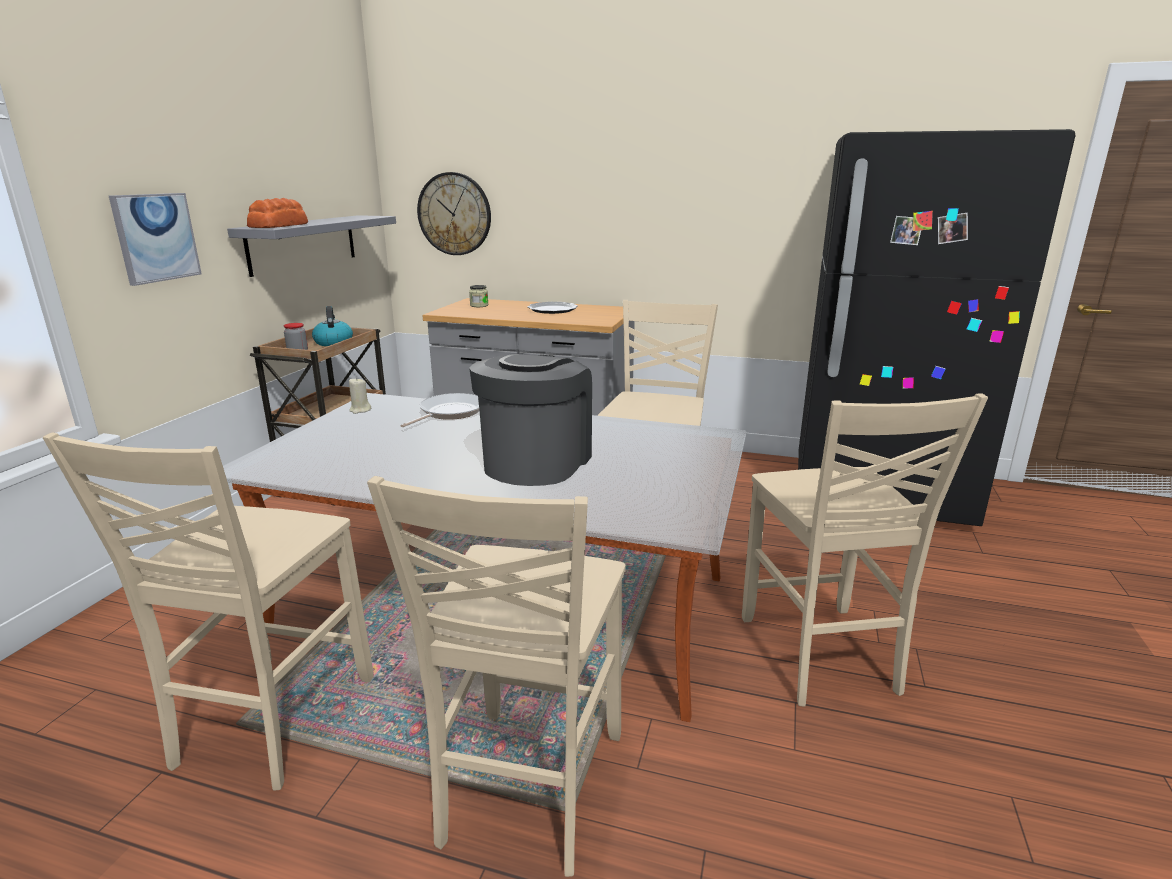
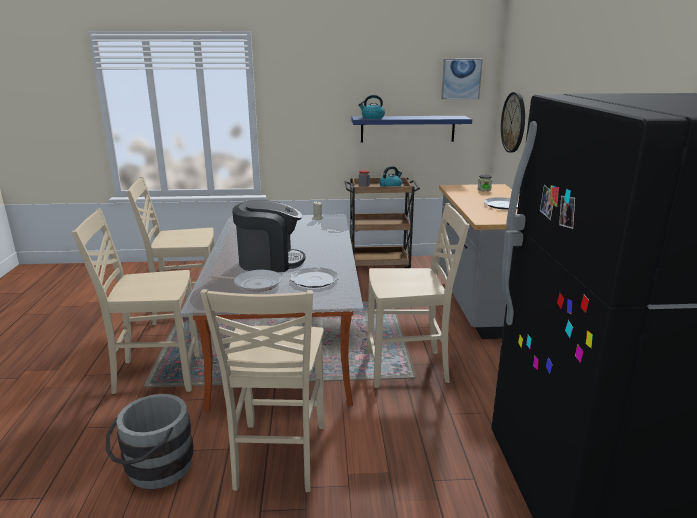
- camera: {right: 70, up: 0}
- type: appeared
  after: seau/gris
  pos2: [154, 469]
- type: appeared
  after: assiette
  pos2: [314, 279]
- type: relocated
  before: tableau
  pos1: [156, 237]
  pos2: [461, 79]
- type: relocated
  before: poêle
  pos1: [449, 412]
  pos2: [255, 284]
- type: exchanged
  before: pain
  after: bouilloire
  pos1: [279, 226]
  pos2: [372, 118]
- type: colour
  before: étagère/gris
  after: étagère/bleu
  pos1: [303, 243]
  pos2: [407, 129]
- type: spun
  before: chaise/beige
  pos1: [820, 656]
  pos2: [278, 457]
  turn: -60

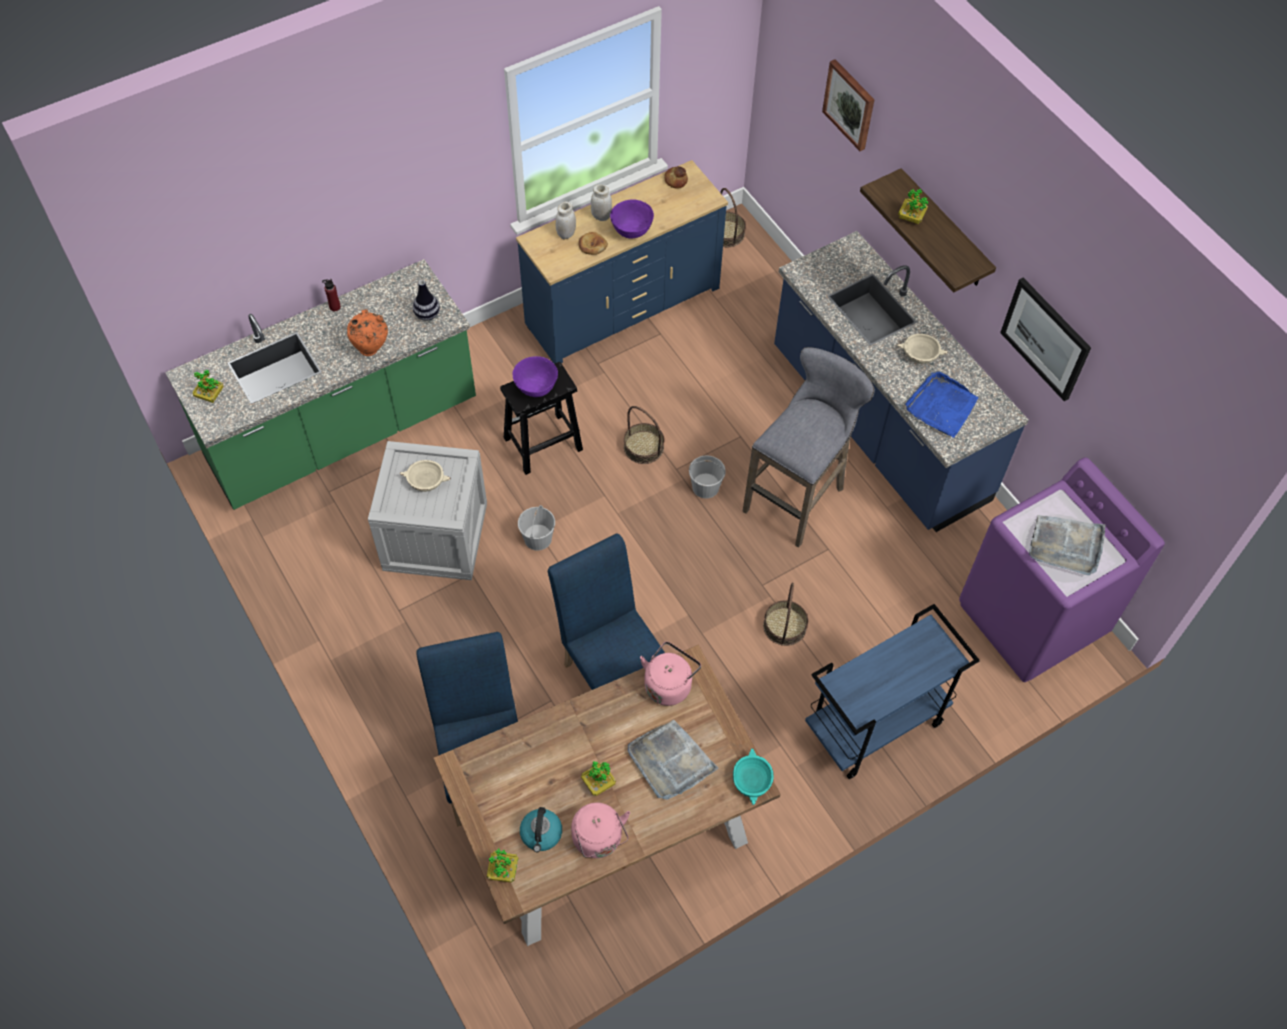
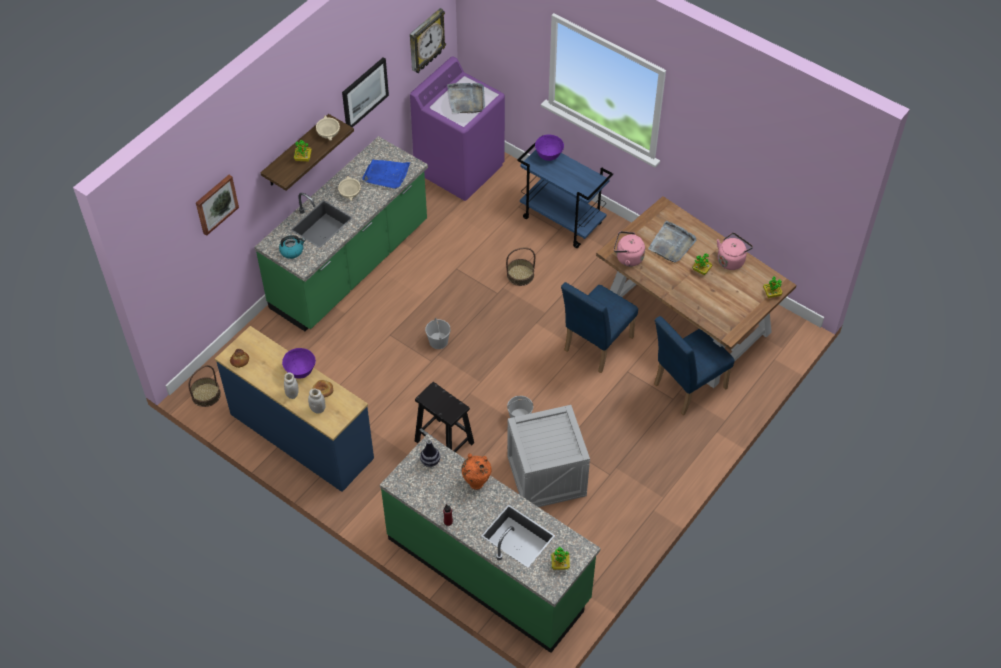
- camera: {right: -110, up: -5}
- type: missing
  before: panier
  pos1: [643, 447]
- type: missing
  before: bol/turquoise
  pos1: [752, 781]
- type: missing
  before: tabouret/gris
  pos1: [797, 497]
- type: appeared
  after: horloge murale
  pos2: [425, 41]
- type: relocated
  before: bol/beige
  pos1: [425, 481]
  pos2: [328, 132]
- type: relocated
  before: bol/violet
  pos1: [536, 388]
  pos2: [548, 156]
- type: relocated
  before: bouilloire
  pos1: [541, 834]
  pos2: [292, 251]
- type: colour
  before: comptoir de cuisine/bleu
  after: comptoir de cuisine/vert
  pos1: [877, 426]
  pos2: [350, 266]

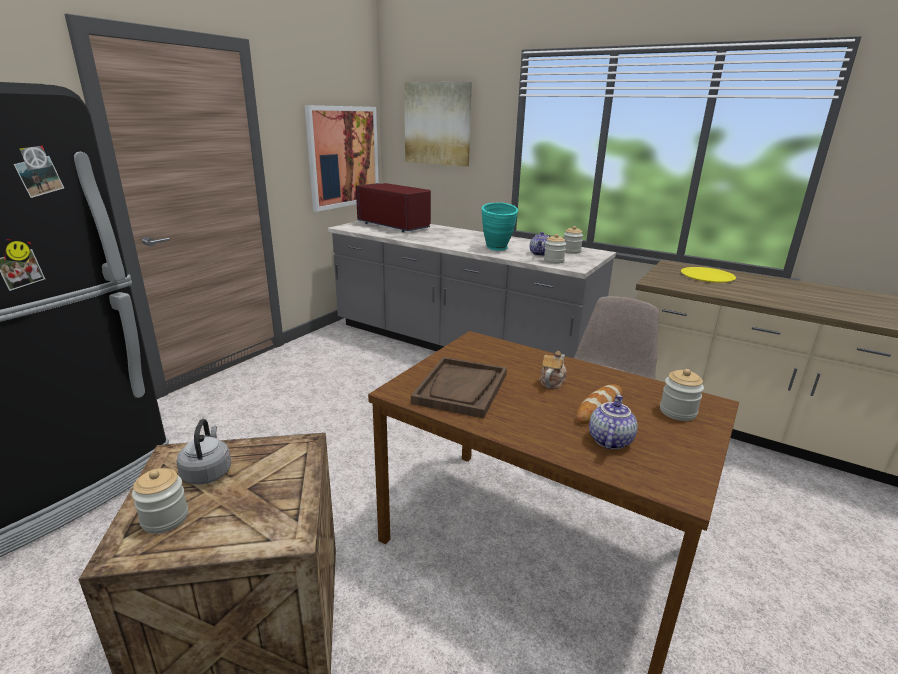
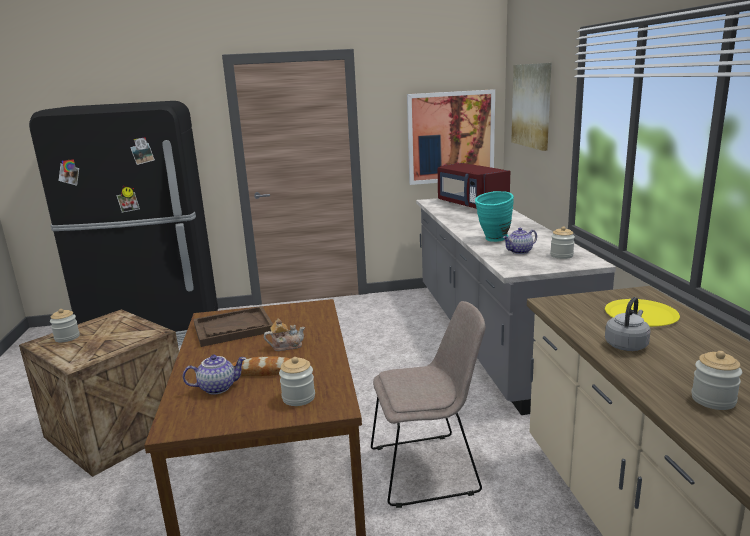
- camera: {right: 50, up: -5}
- type: relocated
  before: bouilloire/gris
  pos1: [208, 472]
  pos2: [627, 345]
- type: relocated
  before: bocal
  pos1: [553, 261]
  pos2: [713, 400]
- type: spun
  before: micro-ondes/rouge
  pos1: [395, 226]
  pos2: [470, 205]
  turn: 150

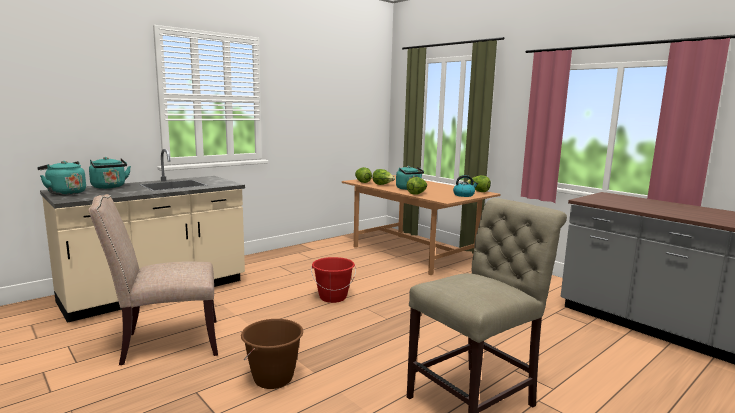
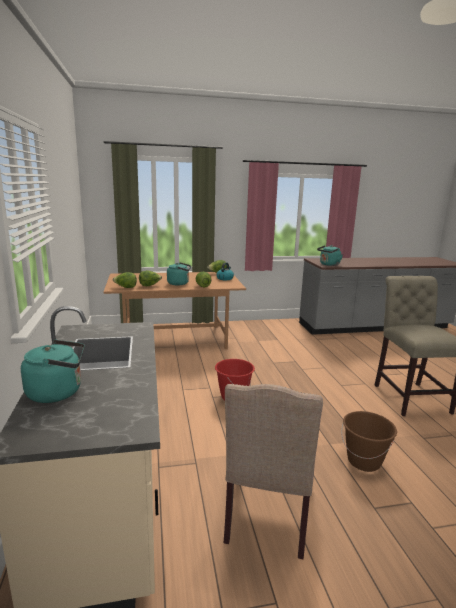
- camera: {right: -60, up: 5}
- type: relocated
  before: bouilloire/turquoise
  pos1: [65, 193]
  pos2: [329, 265]

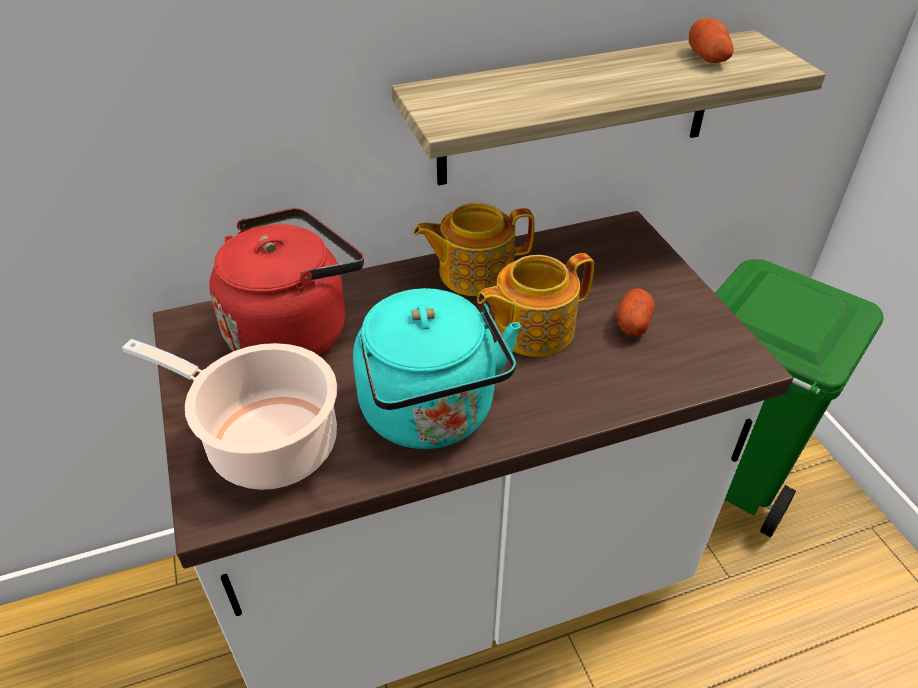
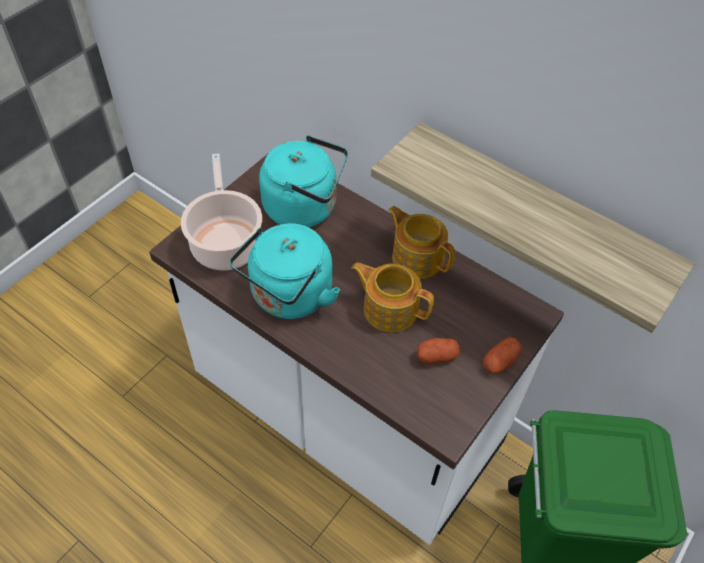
- camera: {right: 55, up: 10}
- type: relocated
  before: pomme de terre
  pos1: [707, 57]
  pos2: [500, 361]
- type: colour
  before: bouilloire/rouge
  after: bouilloire/turquoise
  pos1: [294, 331]
  pos2: [305, 207]

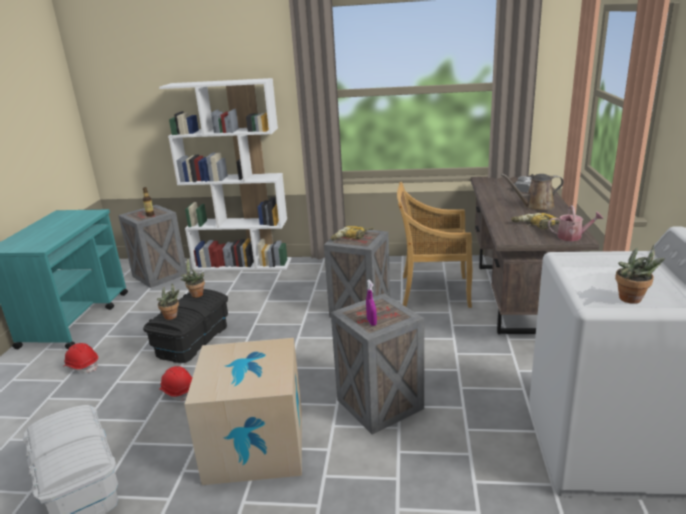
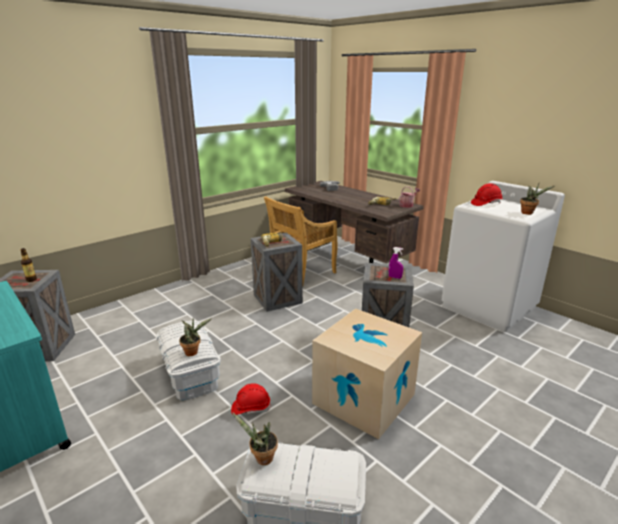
- camera: {right: -50, up: 0}
- type: missing
  before: bibliothèque/blanc
  pos1: [243, 264]
- type: missing
  before: arrosoir/marron
  pos1: [535, 207]
- type: relocated
  before: casque de chantier/rouge
  pos1: [82, 366]
  pos2: [485, 203]
- type: relocated
  before: plante en pot
  pos1: [196, 294]
  pos2: [261, 459]
- type: colour
  before: boîte de rangement/noir
  after: boîte de rangement/blanc
  pos1: [192, 340]
  pos2: [190, 373]

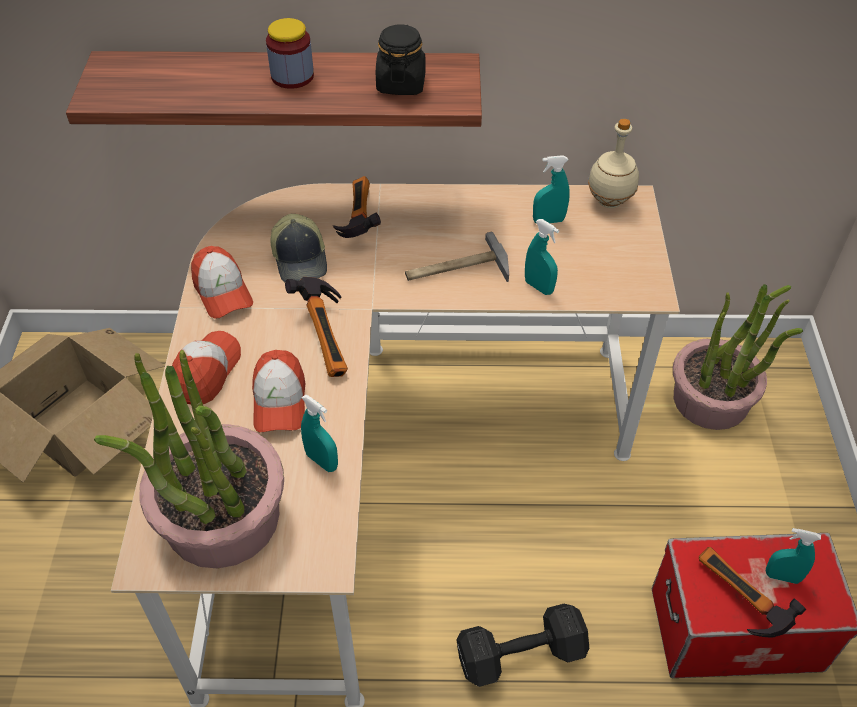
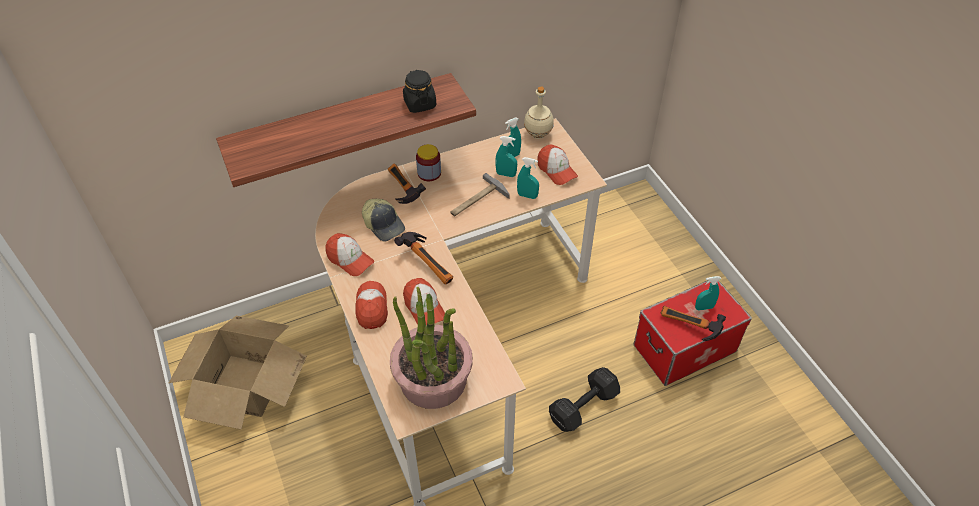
- camera: {right: -25, up: 0}
- type: missing
  before: plante en pot
  pos1: [711, 400]
- type: appeared
  after: casquette
  pos2: [556, 170]
- type: relocated
  before: bocal
  pos1: [292, 76]
  pos2: [429, 173]
- type: relocated
  before: vaporisateur/turquoise
  pos1: [322, 461]
  pos2: [506, 174]

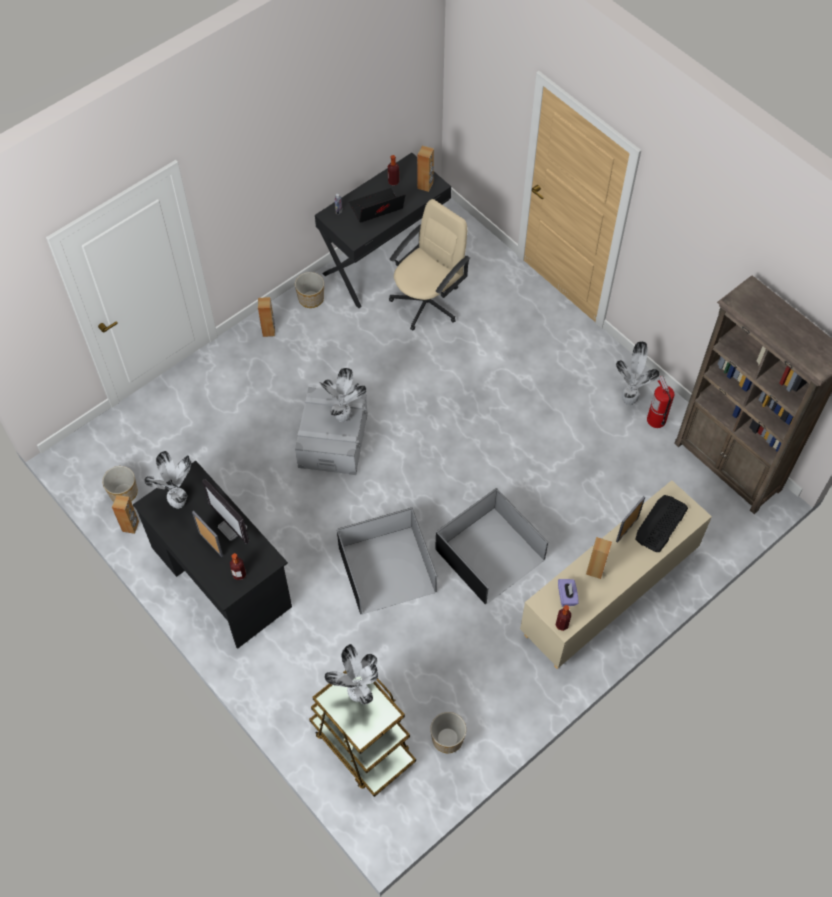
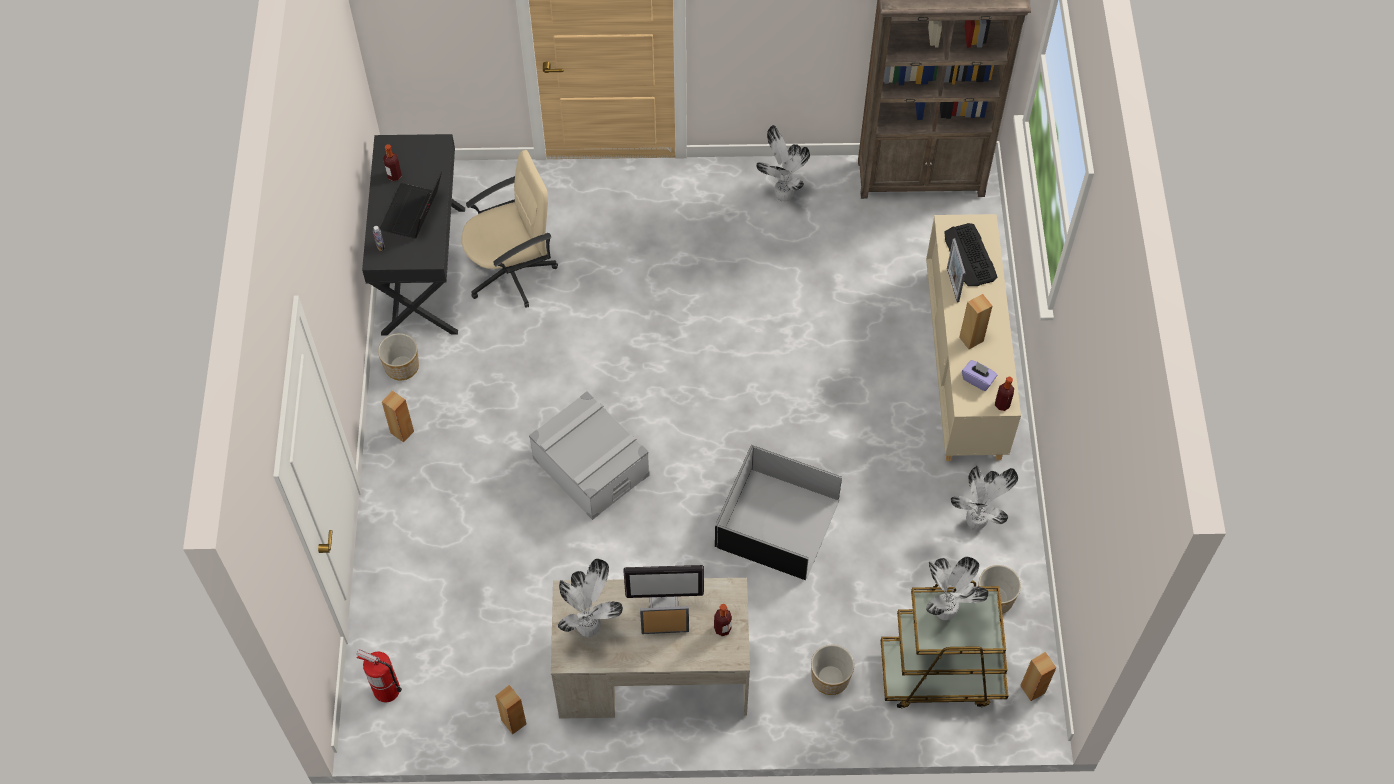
- camera: {right: -50, up: 0}
- type: missing
  before: boîte de rangement/noir
  pos1: [489, 555]
- type: relocated
  before: cache-pot
  pos1: [124, 492]
  pos2: [830, 677]
- type: relocated
  before: plante en pot
  pos1: [344, 418]
  pos2: [977, 523]
- type: relocated
  before: enceinte/marron
  pos1: [425, 185]
  pos2: [1032, 689]
- type: relocated
  before: extincteur
  pos1: [656, 419]
  pos2: [386, 690]
- type: colour
  before: bureau/noir
  after: bureau/beige
  pos1: [221, 577]
  pos2: [652, 675]
- type: spun
  before: chaise de bureau/beige
  pos1: [427, 302]
  pos2: [512, 271]
  turn: 75

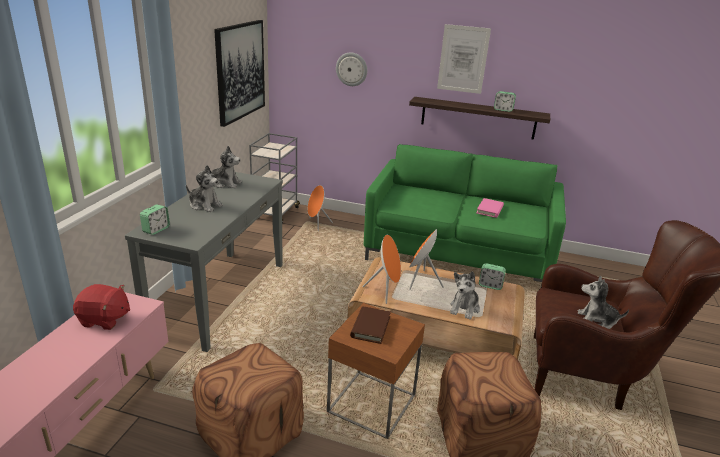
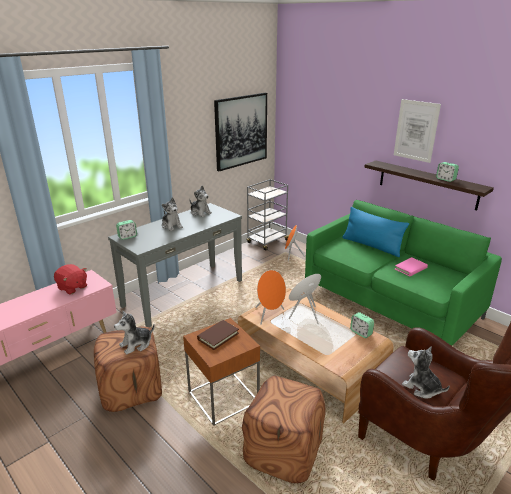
- camera: {right: 30, up: 0}
- type: missing
  before: horloge murale
  pos1: [351, 69]
- type: appeared
  after: coussin/bleu
  pos2: [371, 246]
- type: relocated
  before: peluche
  pos1: [464, 308]
  pos2: [136, 344]

